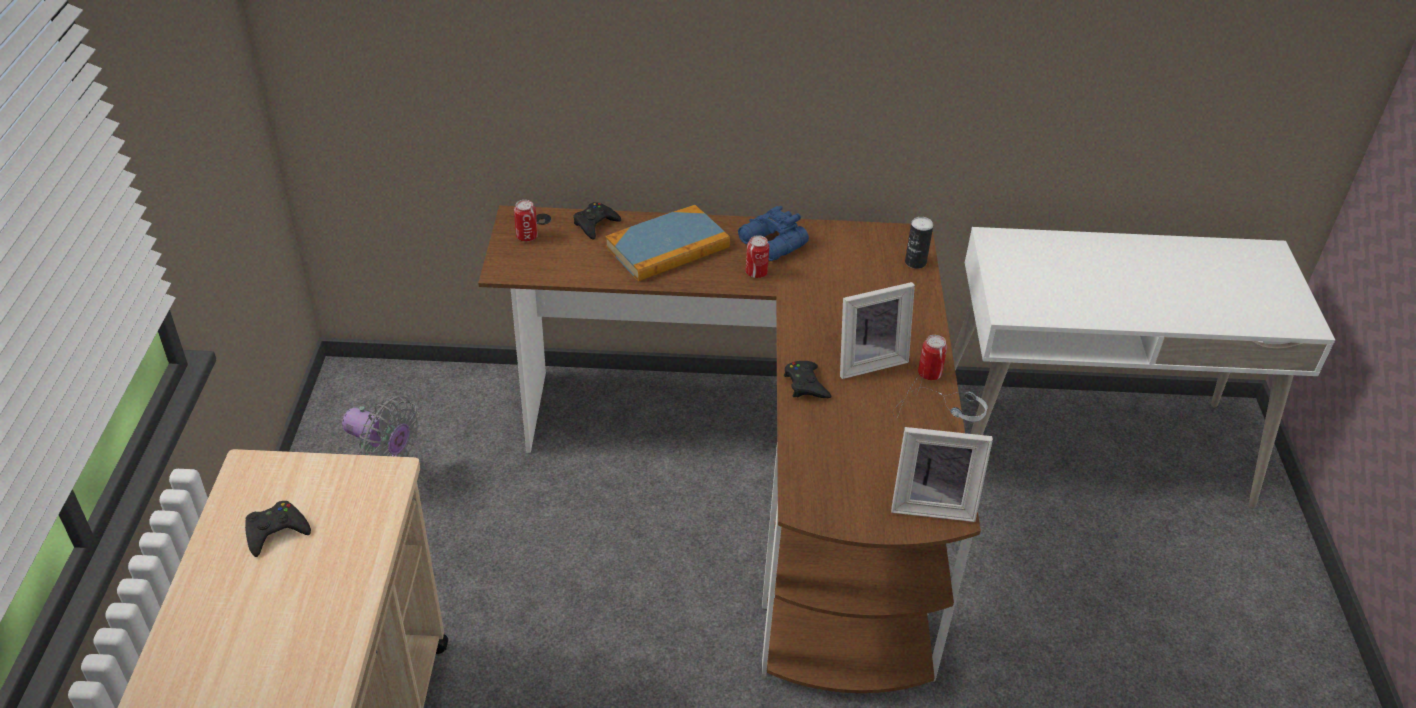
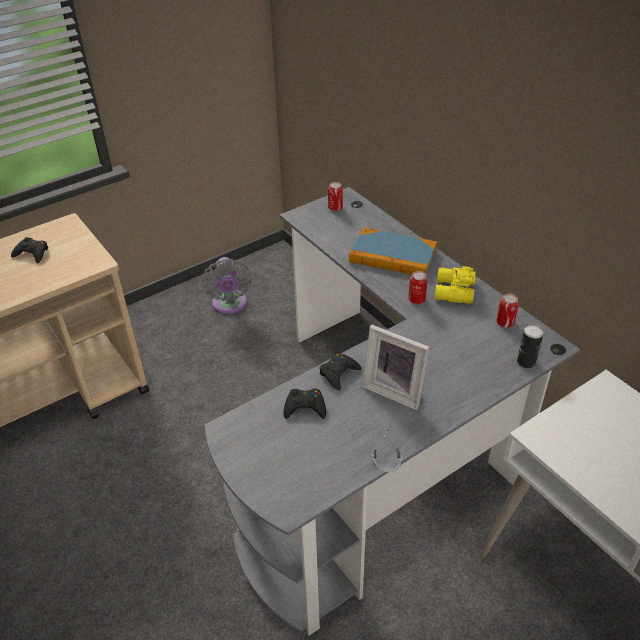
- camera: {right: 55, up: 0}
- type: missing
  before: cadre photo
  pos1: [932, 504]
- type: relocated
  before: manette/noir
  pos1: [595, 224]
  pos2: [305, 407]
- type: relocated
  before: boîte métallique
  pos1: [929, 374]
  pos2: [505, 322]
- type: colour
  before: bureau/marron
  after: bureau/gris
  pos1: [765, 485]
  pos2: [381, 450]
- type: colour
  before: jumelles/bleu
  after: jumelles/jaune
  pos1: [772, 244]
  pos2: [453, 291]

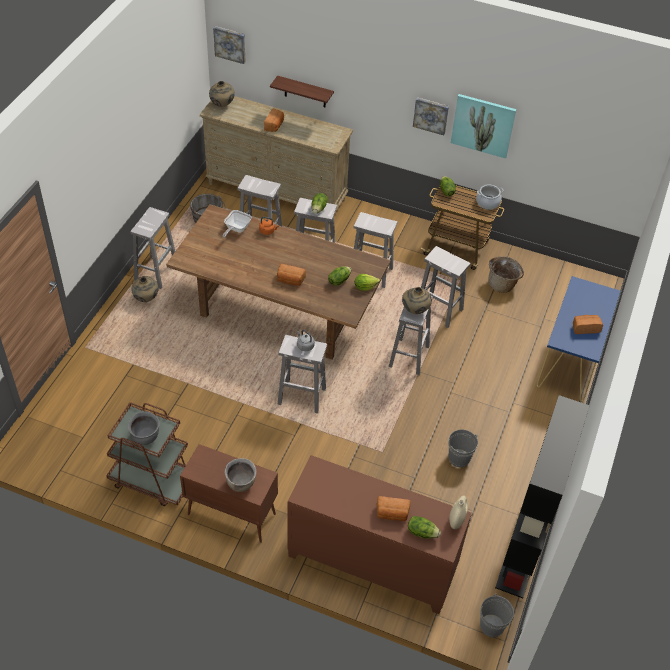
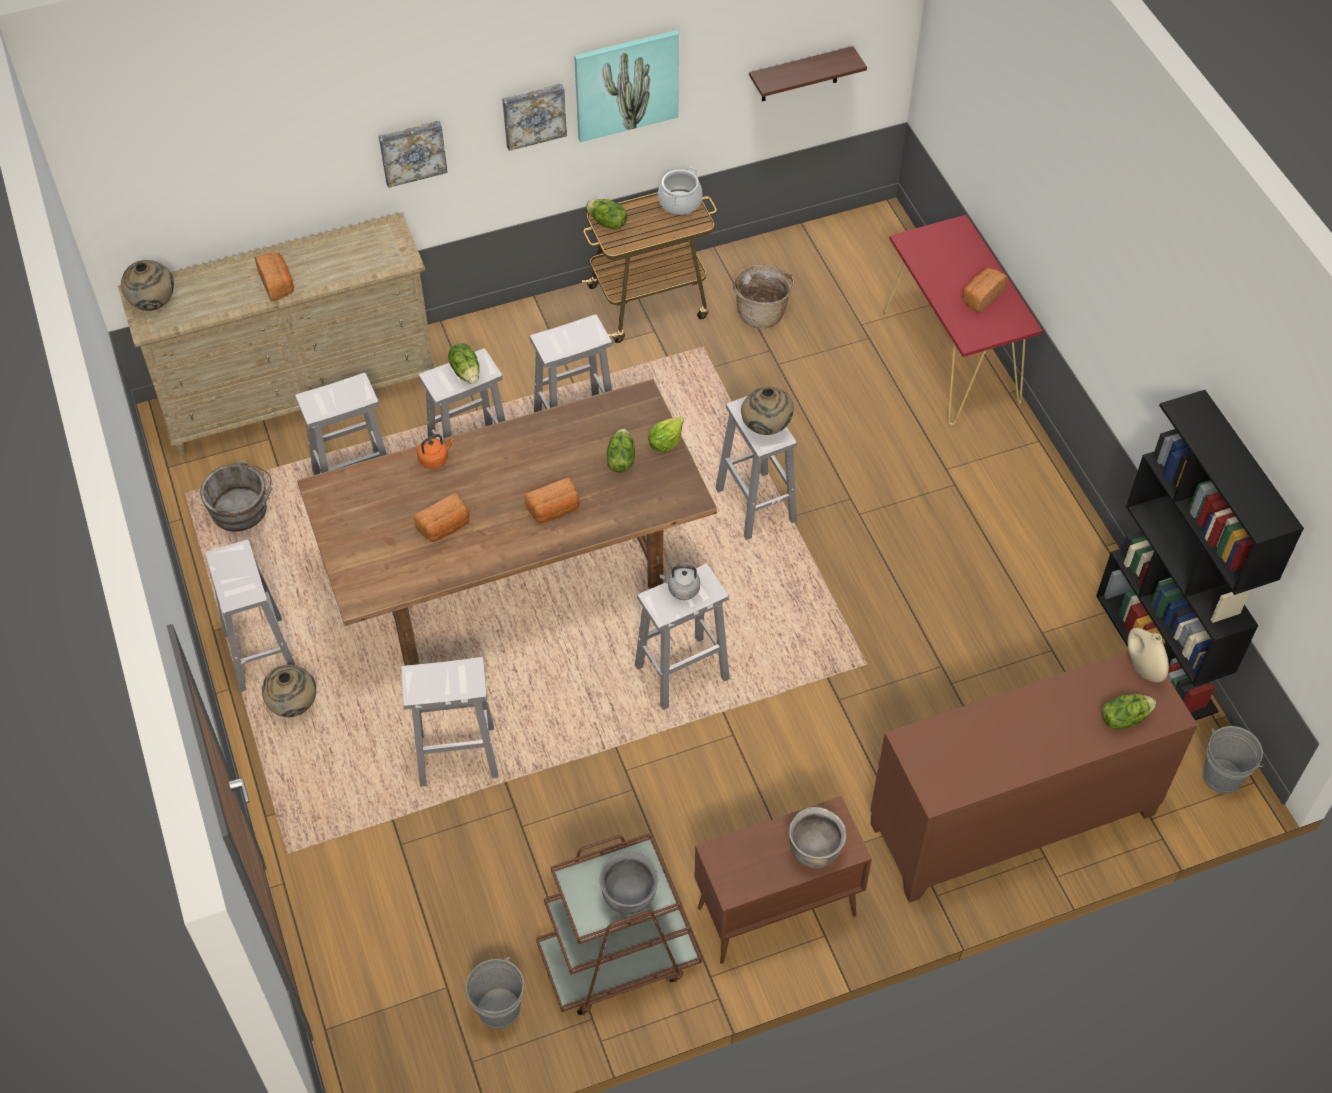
- camera: {right: -40, up: 5}
- type: missing
  before: poêle
  pos1: [236, 229]
- type: relocated
  before: tableau
  pos1: [230, 44]
  pos2: [412, 151]
- type: relocated
  before: étagère
  pos1: [305, 92]
  pos2: [800, 75]
- type: relocated
  before: pain
  pos1: [392, 514]
  pos2: [445, 527]
- type: relocated
  before: tabouret/blanc
  pos1: [438, 309]
  pos2: [455, 756]
- type: relocated
  before: seau/gris
  pos1: [459, 458]
  pos2: [499, 1009]
- type: colour
  before: table console/bleu
  after: table console/rouge
  pos1: [570, 360]
  pos2: [951, 358]

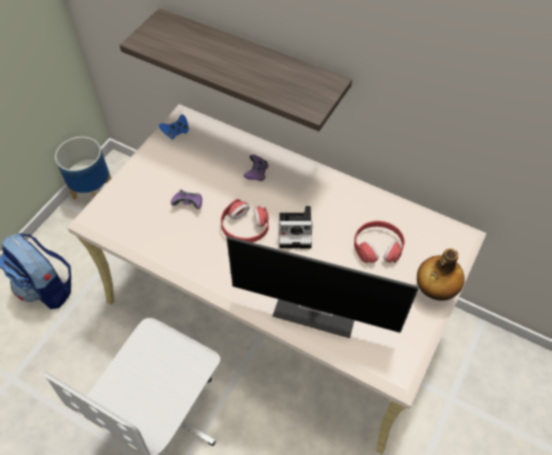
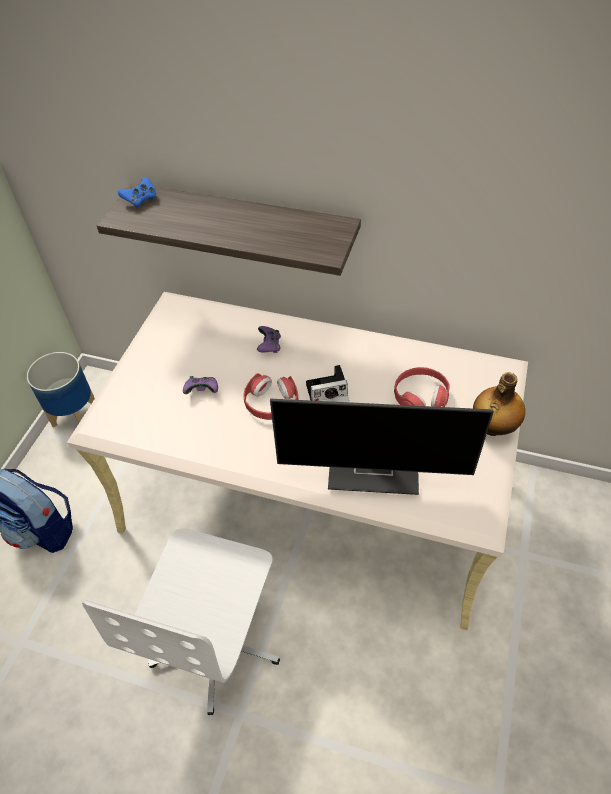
- camera: {right: -10, up: -5}
- type: relocated
  before: manette/bleu
  pos1: [176, 132]
  pos2: [140, 200]

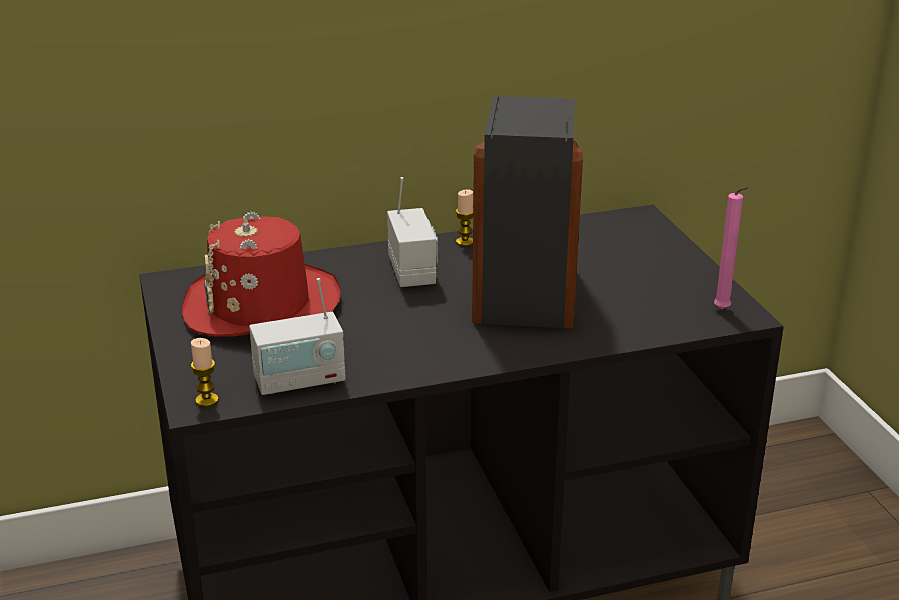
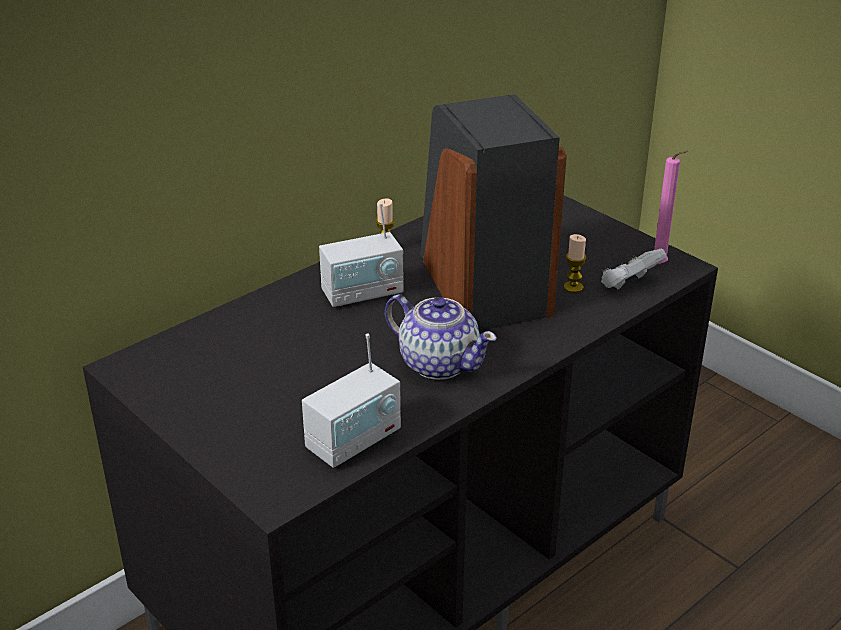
- camera: {right: -25, up: 5}
- type: missing
  before: chapeau/rouge
  pos1: [261, 305]
- type: appeared
  after: théière
  pos2: [438, 363]
- type: appeared
  after: manette/blanc
  pos2: [629, 284]
- type: relocated
  before: bougie
  pos1: [207, 400]
  pos2: [573, 287]
- type: spun
  before: radio
  pos1: [412, 272]
  pos2: [363, 294]
  turn: 105

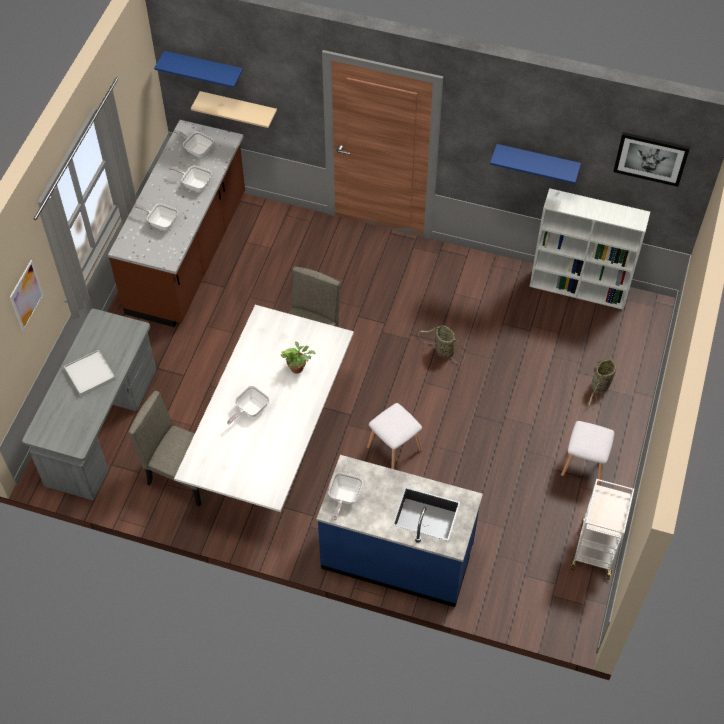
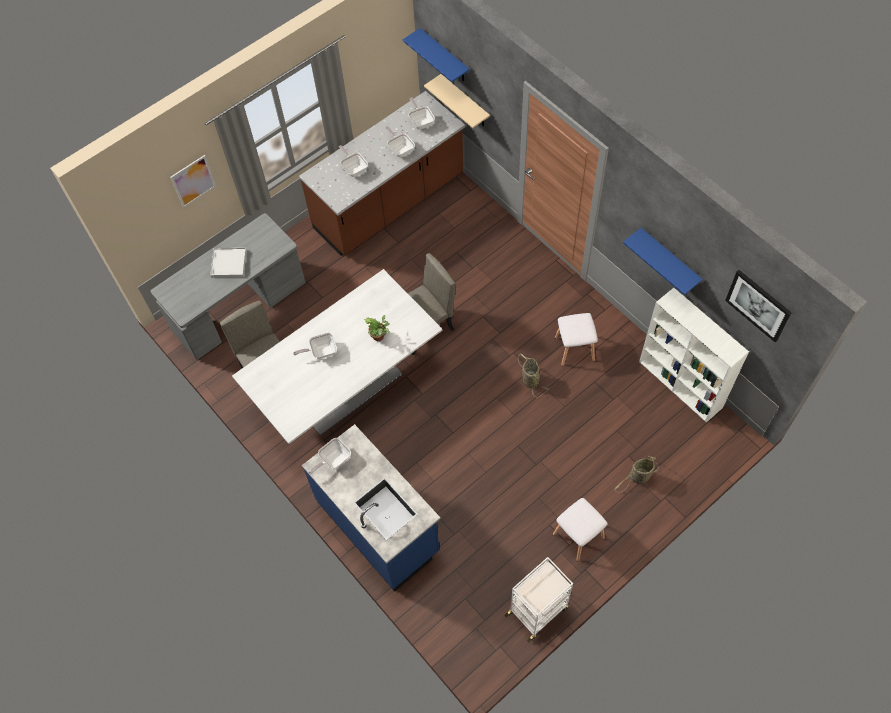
- camera: {right: 35, up: 5}
- type: relocated
  before: tabouret/blanc
  pos1: [395, 449]
  pos2: [575, 349]

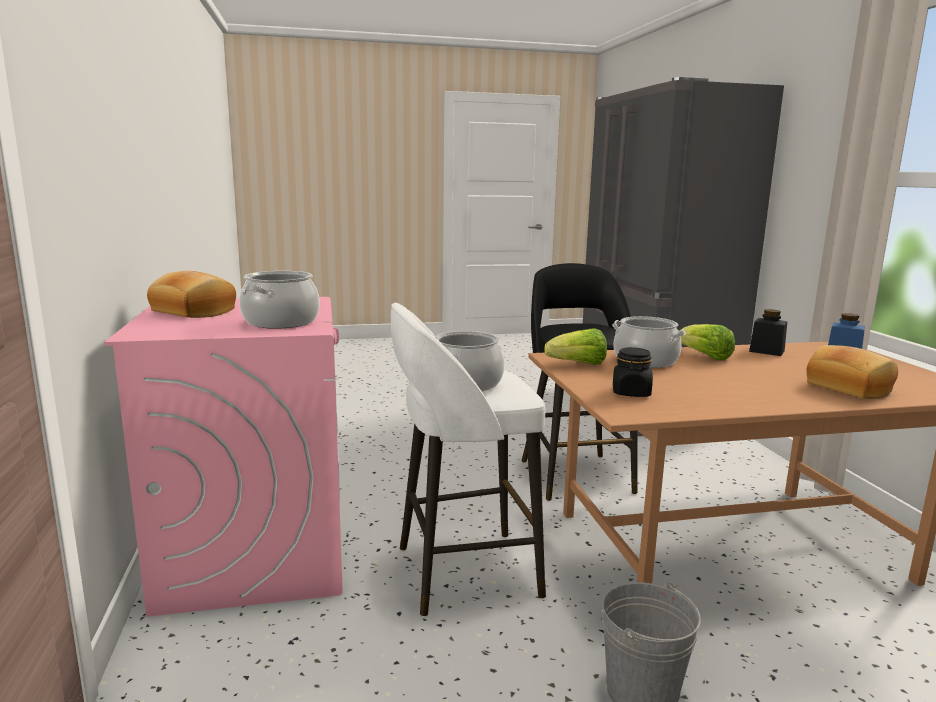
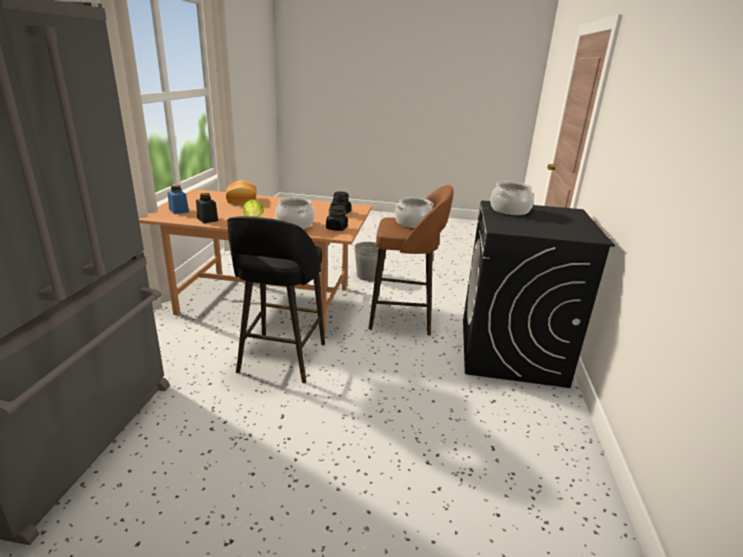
- camera: {right: -160, up: 10}
- type: missing
  before: pain
  pos1: [192, 312]
- type: exchanged
  before: laitue
  after: bocal/noir
  pos1: [578, 364]
  pos2: [336, 228]
- type: colour
  before: lave-linge/rose
  after: lave-linge/noir
  pos1: [255, 551]
  pos2: [511, 351]
- type: colour
  before: tabouret/blanc
  after: tabouret/marron
  pos1: [463, 572]
  pos2: [403, 318]

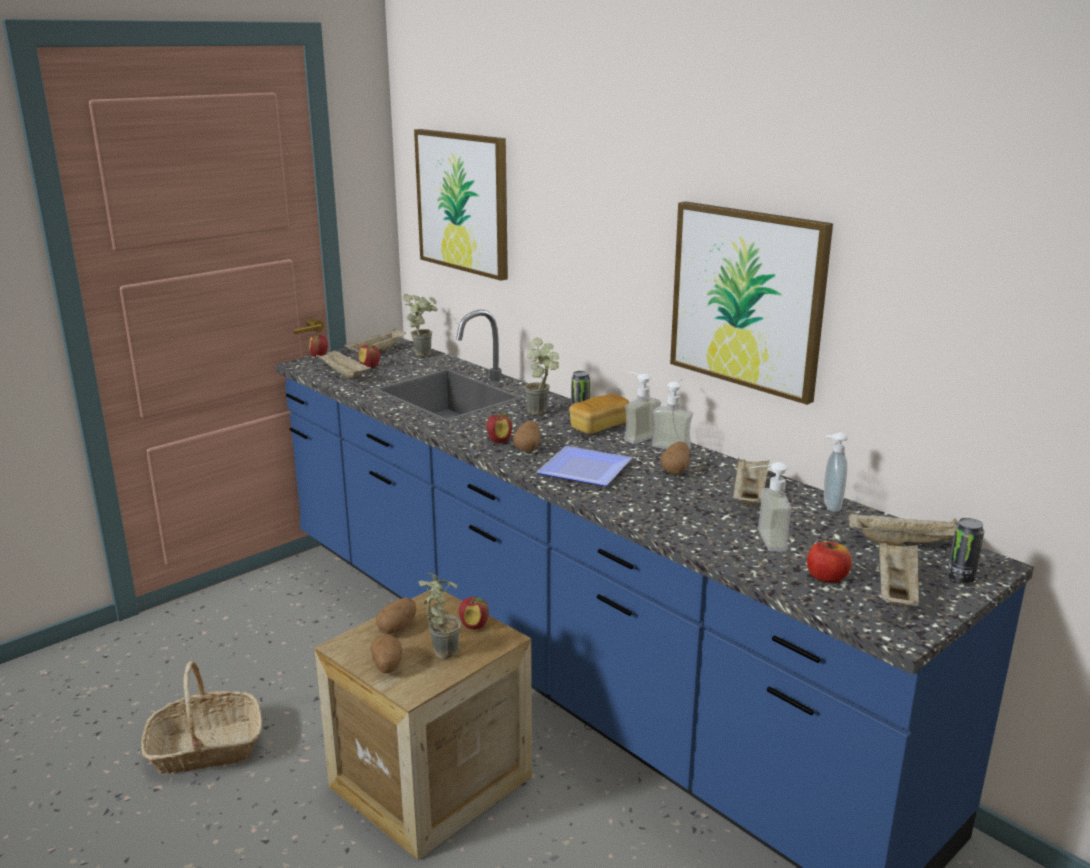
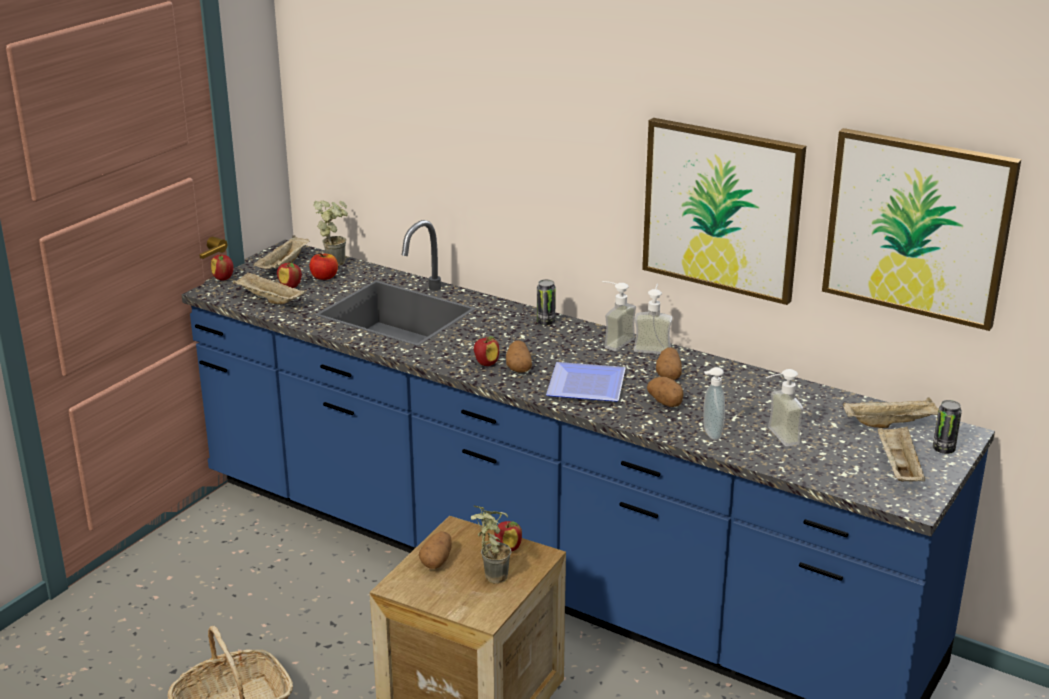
- camera: {right: -15, up: 5}
- type: missing
  before: plante en pot
  pos1: [543, 412]
- type: missing
  before: pain
  pos1: [599, 427]
- type: missing
  before: plateau/beige
  pos1: [749, 495]
- type: relocated
  before: pomme de terre
  pos1: [387, 666]
  pos2: [666, 403]
- type: relocated
  before: tableau
  pos1: [463, 202]
  pos2: [917, 227]
- type: relocated
  before: pomme
  pos1: [826, 577]
  pos2: [324, 277]
- type: relocated
  before: distributeur de savon
  pos1: [829, 506]
  pos2: [710, 434]

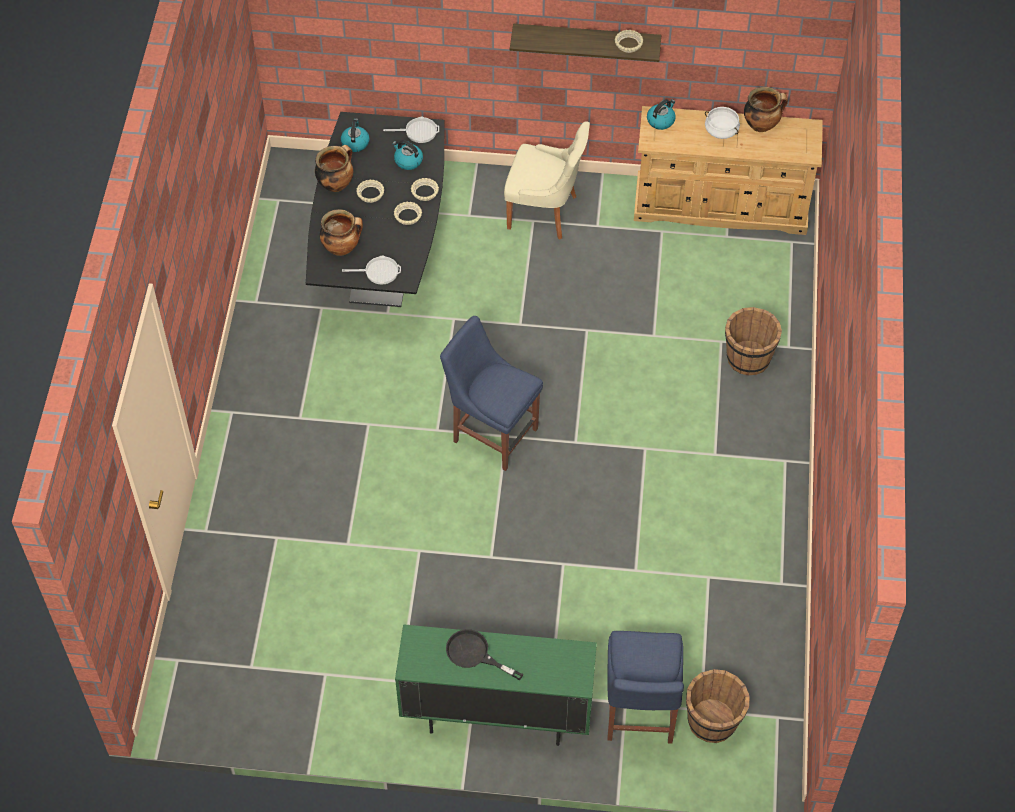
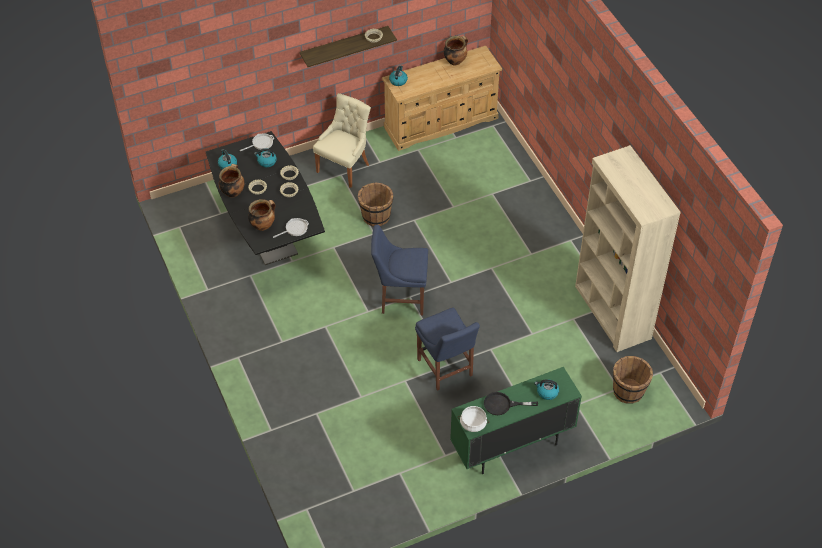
- camera: {right: -30, up: -5}
- type: appeared
  after: bouilloire
  pos2: [547, 392]
- type: appeared
  after: bibliothèque/beige
  pos2: [612, 313]
- type: relocated
  before: chaise/bleu
  pos1: [639, 715]
  pos2: [446, 369]
- type: relocated
  before: marmite/blanc
  pos1: [721, 130]
  pos2: [473, 424]
- type: relocated
  before: seau/marron
  pos1: [748, 357]
  pos2: [376, 216]
- type: spun
  before: chaise/beige
  pos1: [545, 212]
  pos2: [344, 167]
  turn: -45

